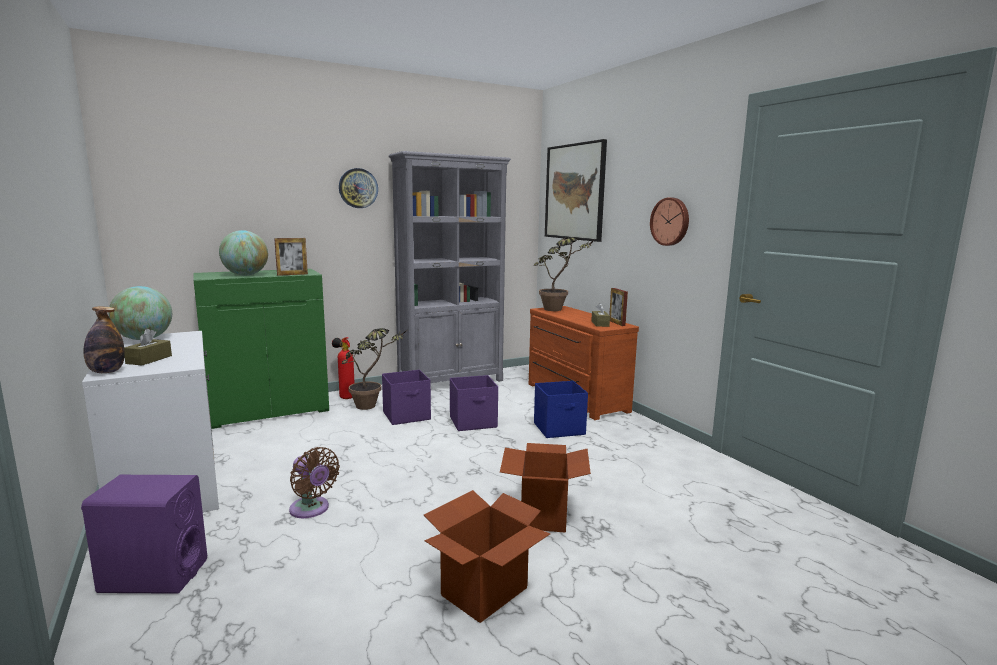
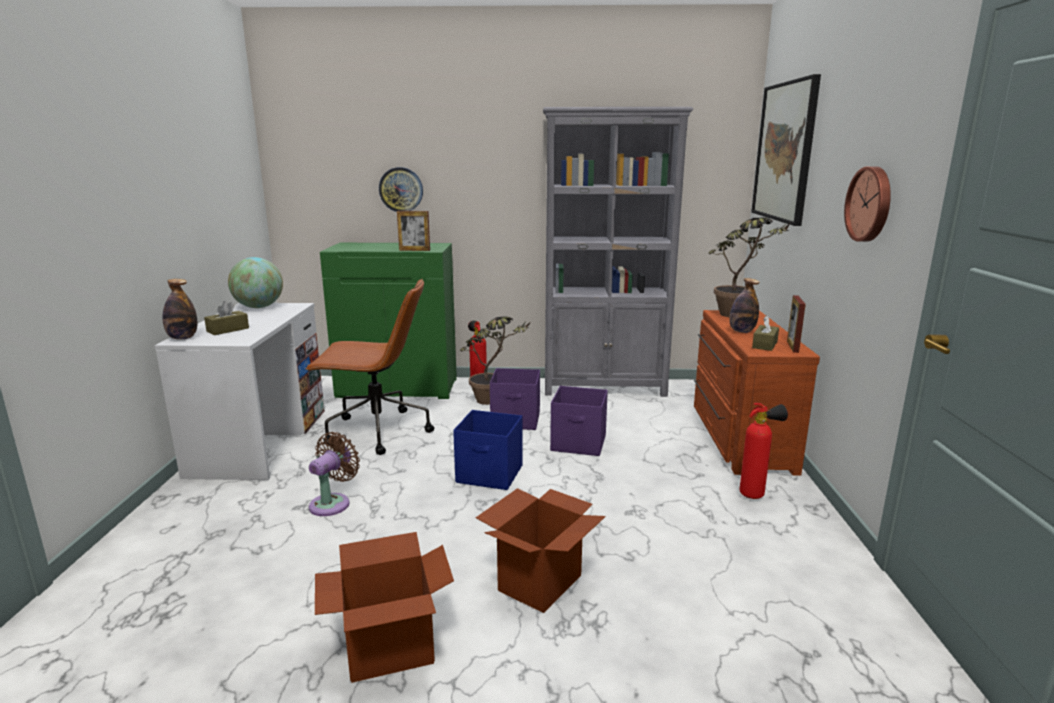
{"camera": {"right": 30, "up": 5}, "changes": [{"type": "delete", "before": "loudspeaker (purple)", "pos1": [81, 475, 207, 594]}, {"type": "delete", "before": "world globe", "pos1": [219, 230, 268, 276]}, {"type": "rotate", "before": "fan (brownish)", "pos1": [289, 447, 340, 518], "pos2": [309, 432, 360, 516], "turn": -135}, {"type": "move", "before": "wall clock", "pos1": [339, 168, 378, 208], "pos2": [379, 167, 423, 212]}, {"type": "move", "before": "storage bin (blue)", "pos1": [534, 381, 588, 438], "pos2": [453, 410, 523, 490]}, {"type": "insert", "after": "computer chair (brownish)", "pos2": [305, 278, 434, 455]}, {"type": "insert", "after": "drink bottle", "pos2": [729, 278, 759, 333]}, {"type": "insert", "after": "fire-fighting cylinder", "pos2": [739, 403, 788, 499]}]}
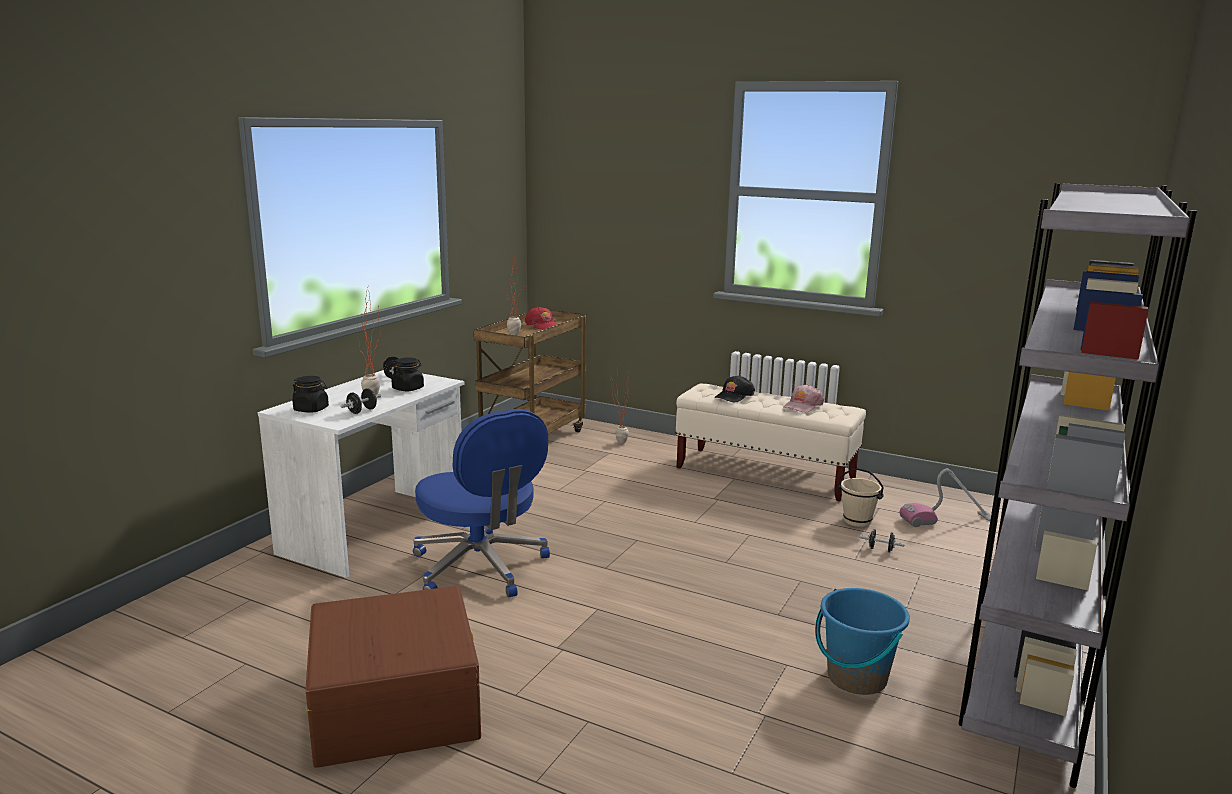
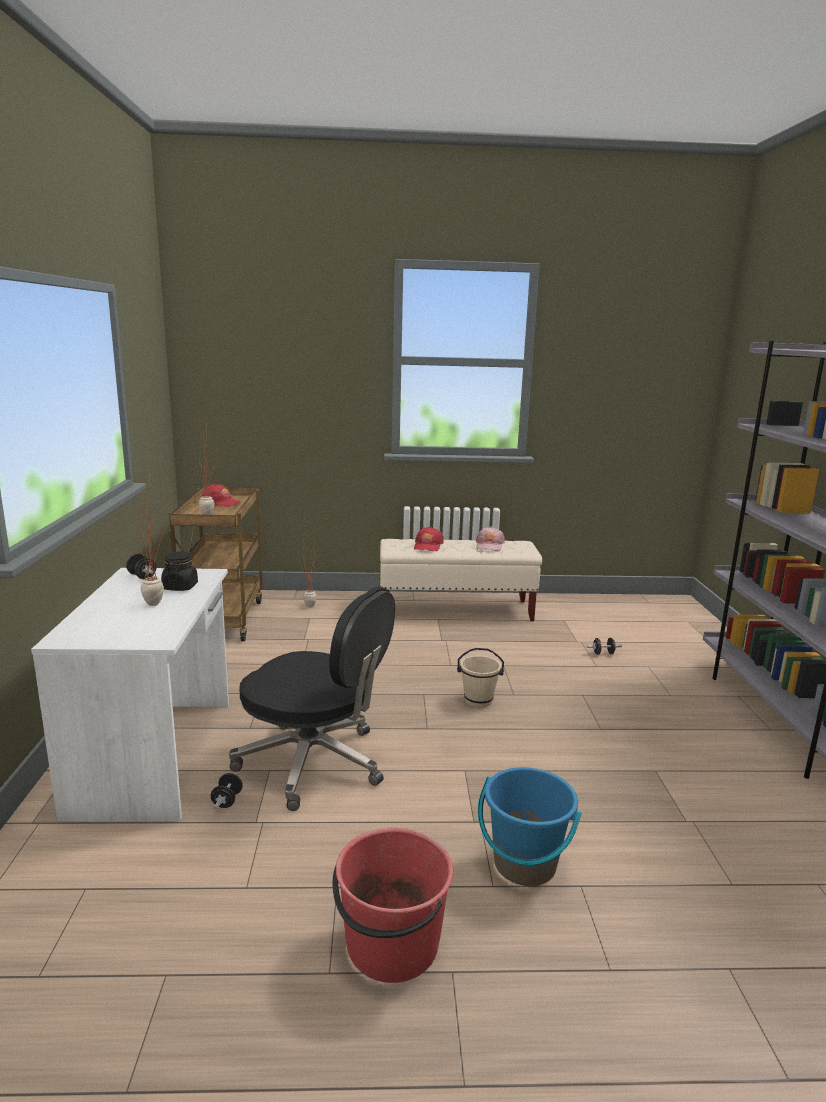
{"camera": {"right": -30, "up": 0}, "changes": [{"type": "delete", "before": "jar (black-coloured)", "pos1": [292, 376, 329, 413]}, {"type": "replace", "before": "storage bin (brownish)", "after": "bucket (red-coloured)", "pos1": [306, 586, 481, 768], "pos2": [332, 828, 453, 983]}, {"type": "move", "before": "hand weight (black-coloured)", "pos1": [341, 388, 381, 414], "pos2": [211, 773, 243, 809]}, {"type": "recolor", "before": "computer chair (blue)", "after": "computer chair (black-coloured)", "pos1": [413, 409, 550, 597], "pos2": [229, 587, 395, 811]}, {"type": "recolor", "before": "baseball cap (black-coloured)", "after": "baseball cap (red-coloured)", "pos1": [715, 375, 755, 402], "pos2": [414, 527, 444, 551]}, {"type": "move", "before": "bucket (blue)", "pos1": [815, 588, 910, 695], "pos2": [478, 767, 582, 886]}, {"type": "move", "before": "bucket (beige)", "pos1": [838, 468, 884, 527], "pos2": [457, 648, 504, 707]}, {"type": "delete", "before": "hoover", "pos1": [900, 469, 991, 527]}]}
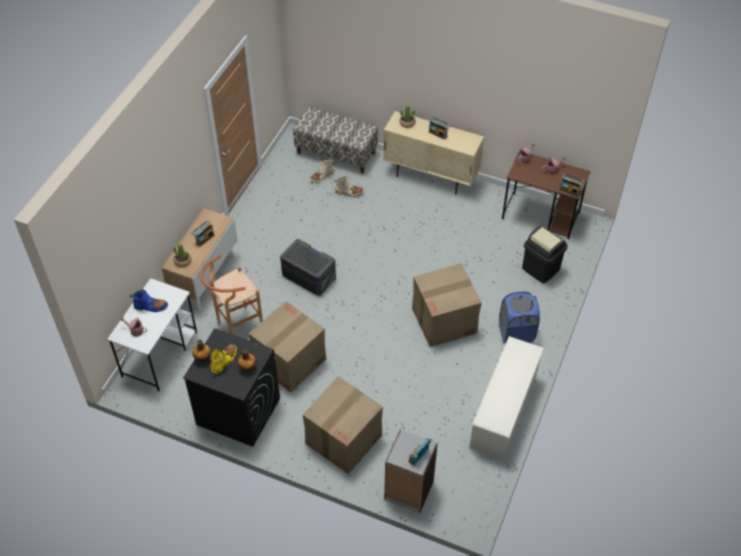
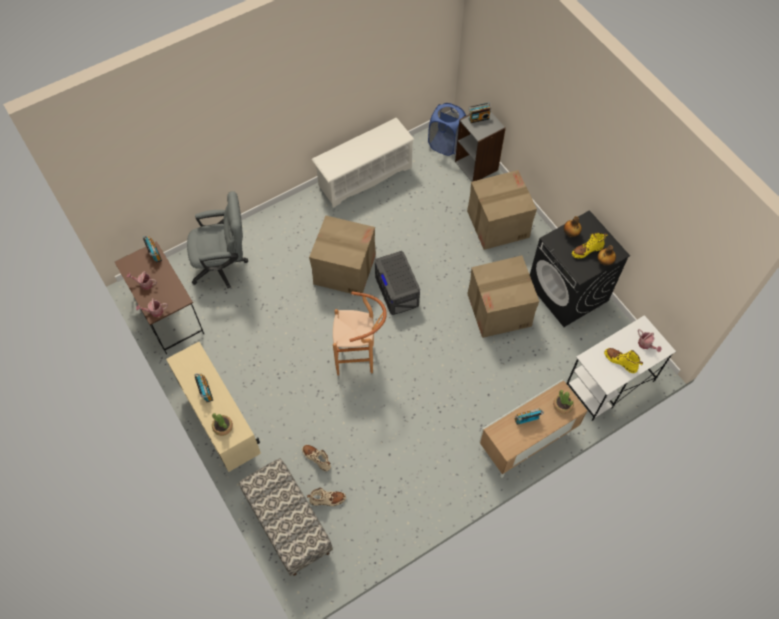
{"camera": {"right": -145, "up": 10}, "changes": [{"type": "recolor", "before": "tall boot (blue)", "after": "tall boot (yellowish)", "pos1": [130, 289, 168, 312], "pos2": [604, 348, 643, 373]}, {"type": "move", "before": "sitting stool (brownish)", "pos1": [200, 255, 263, 335], "pos2": [333, 292, 387, 376]}, {"type": "move", "before": "storage bin (greyish)", "pos1": [280, 239, 336, 296], "pos2": [375, 251, 420, 315]}, {"type": "move", "before": "laundry basket (blue)", "pos1": [499, 291, 540, 343], "pos2": [428, 103, 466, 156]}, {"type": "replace", "before": "trash can (black-coloured)", "after": "computer chair (greyish)", "pos1": [522, 226, 568, 284], "pos2": [187, 191, 248, 288]}]}
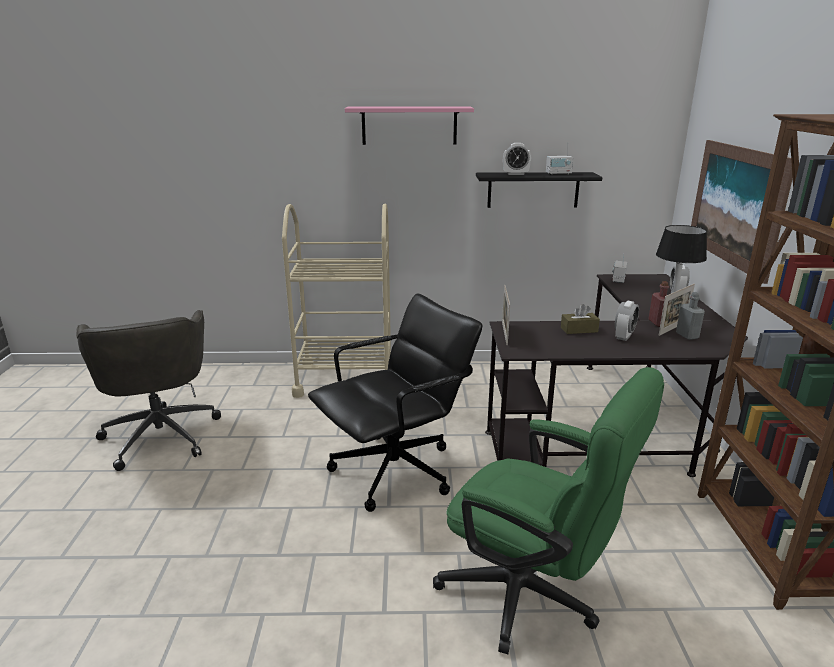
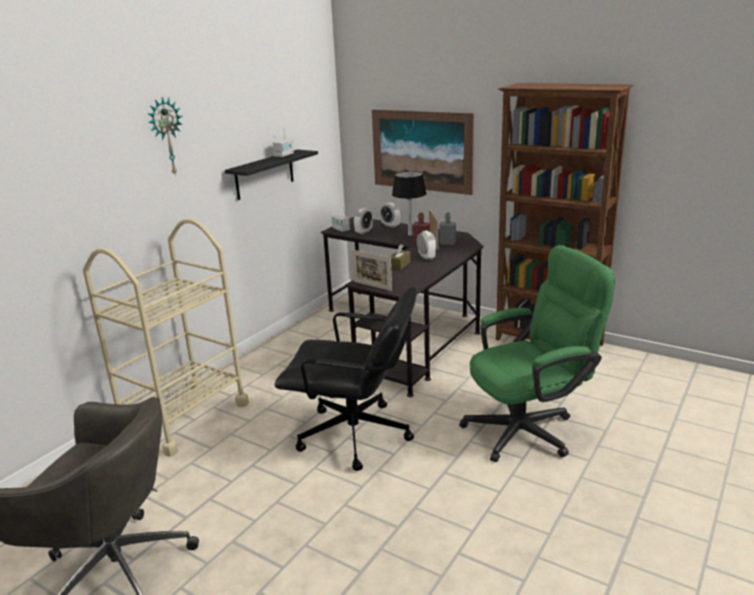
{"camera": {"right": -55, "up": 0}, "changes": [{"type": "rotate", "before": "computer chair (black-coloured)", "pos1": [308, 293, 482, 512], "pos2": [275, 286, 417, 471], "turn": 105}, {"type": "replace", "before": "wall shelf (pinkish)", "after": "wall clock", "pos1": [345, 106, 474, 145], "pos2": [147, 97, 183, 174]}, {"type": "move", "before": "bedside clock", "pos1": [503, 143, 531, 175], "pos2": [354, 208, 373, 235]}]}
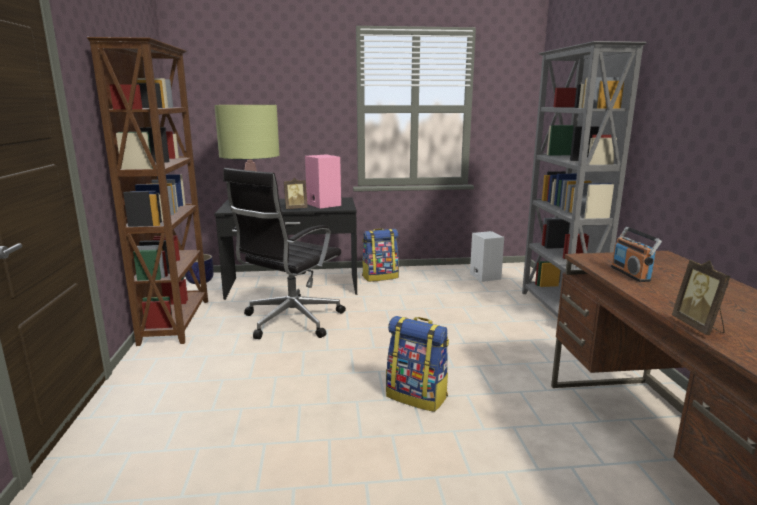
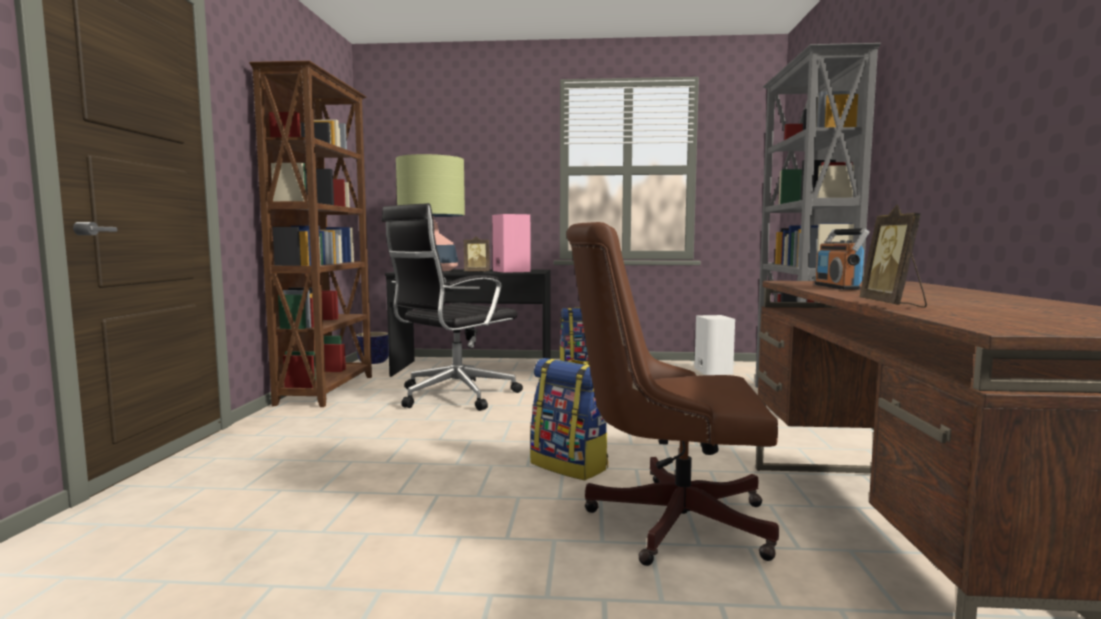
{"camera": {"right": 10, "up": -10}, "changes": [{"type": "insert", "after": "computer chair (brownish)", "pos2": [566, 222, 779, 566]}]}
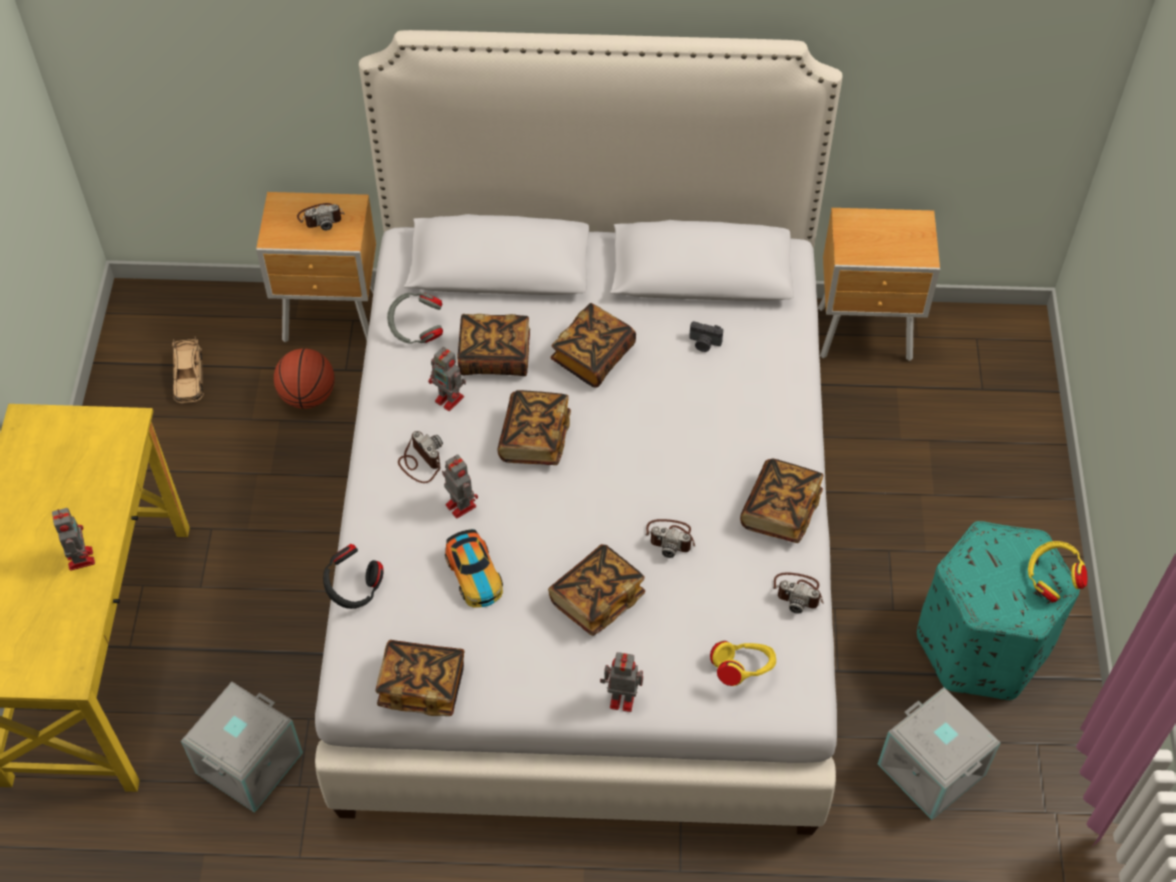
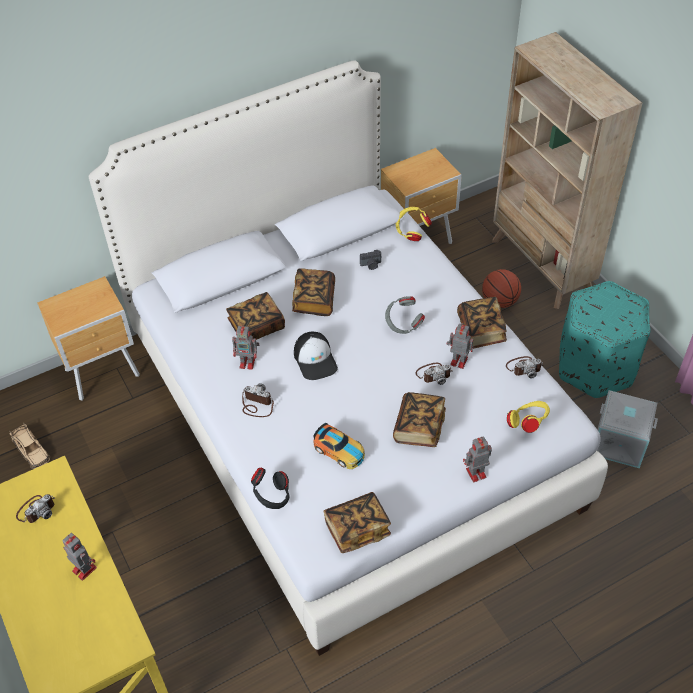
{"camera": {"right": -30, "up": -5}, "changes": [{"type": "delete", "before": "storage bin (greyish)", "pos1": [181, 682, 303, 813]}, {"type": "move", "before": "basketball ball", "pos1": [274, 348, 334, 409], "pos2": [482, 269, 521, 308]}, {"type": "move", "before": "photo camera", "pos1": [297, 203, 345, 231], "pos2": [16, 494, 55, 523]}, {"type": "move", "before": "pair of headphones (greyish)", "pos1": [387, 293, 443, 344], "pos2": [385, 296, 425, 334]}, {"type": "move", "before": "toy robot", "pos1": [442, 455, 478, 519], "pos2": [447, 323, 474, 369]}, {"type": "replace", "before": "volume", "after": "baseball cap", "pos1": [498, 390, 571, 465], "pos2": [294, 332, 338, 380]}, {"type": "move", "before": "pair of headphones (yellowish)", "pos1": [1028, 541, 1088, 603], "pos2": [396, 207, 432, 241]}, {"type": "insert", "after": "shelving unit (beige)", "pos2": [492, 32, 642, 309]}]}
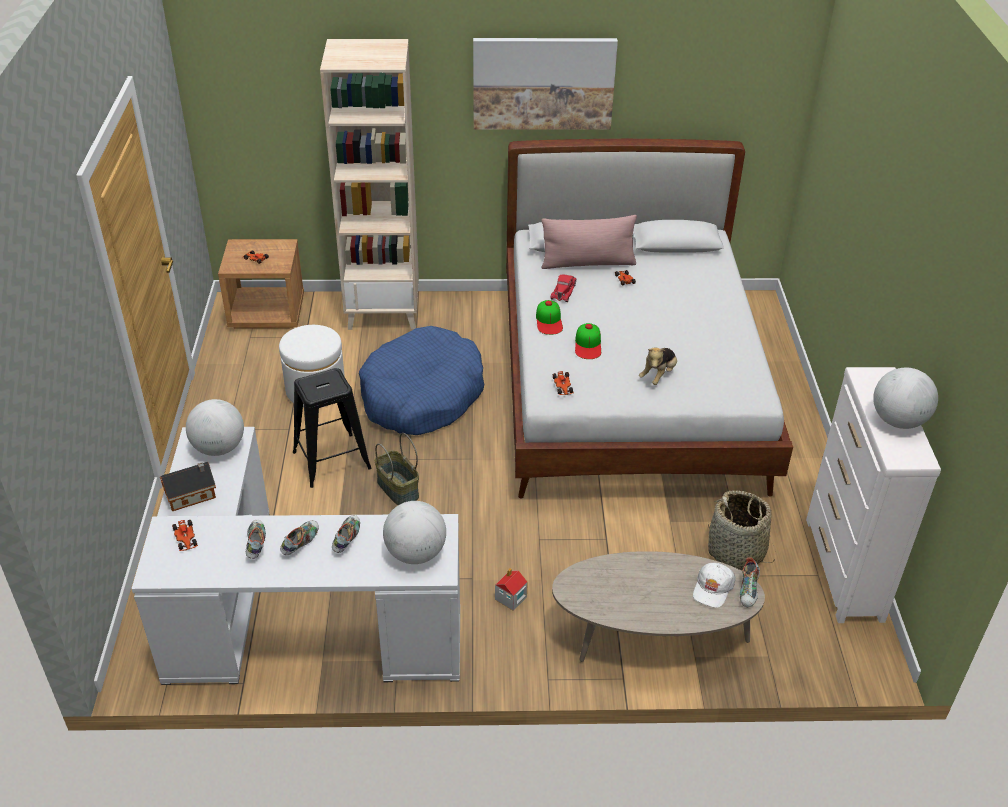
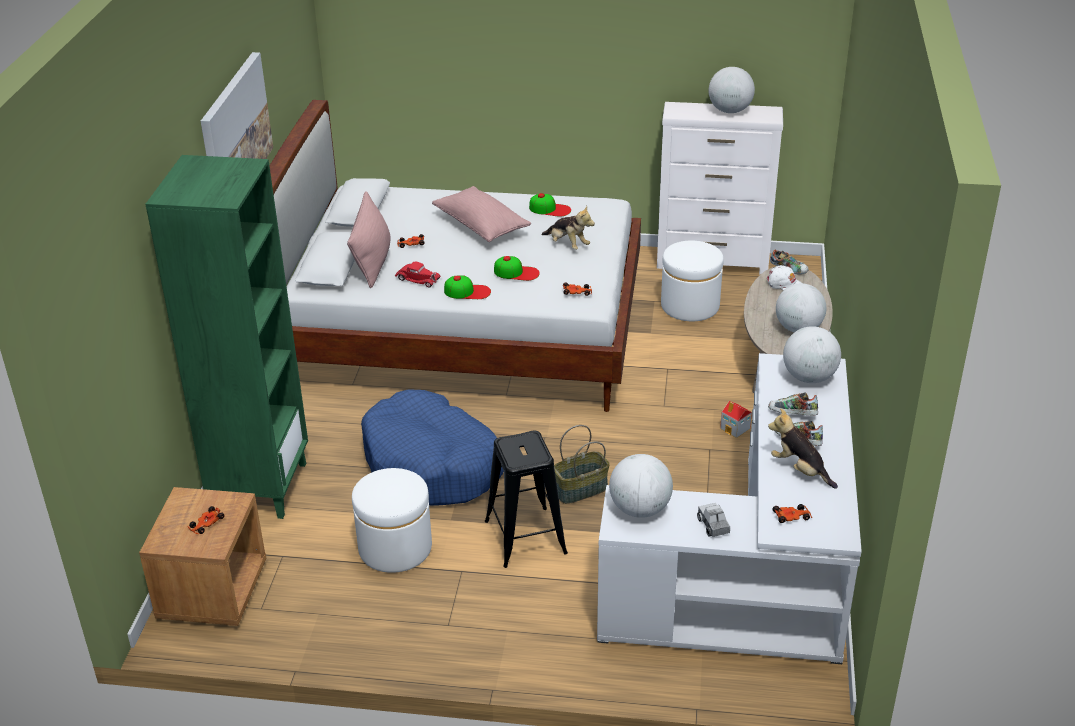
{"camera": {"right": -80, "up": -5}, "changes": [{"type": "replace", "before": "miniature house", "after": "model truck", "pos1": [160, 462, 216, 511], "pos2": [697, 503, 730, 537]}, {"type": "replace", "before": "low shoe", "after": "soft toy", "pos1": [246, 520, 266, 559], "pos2": [768, 408, 838, 489]}, {"type": "recolor", "before": "shelving unit (beige)", "after": "shelving unit (green-coloured)", "pos1": [320, 39, 419, 330], "pos2": [145, 155, 308, 519]}, {"type": "replace", "before": "household basket", "after": "ottoman (whitish)", "pos1": [708, 490, 775, 570], "pos2": [661, 241, 724, 321]}, {"type": "insert", "after": "throw pillow (pinkish)", "pos2": [432, 186, 531, 242]}, {"type": "insert", "after": "baseball cap", "pos2": [529, 193, 571, 217]}, {"type": "insert", "after": "world globe", "pos2": [776, 283, 826, 332]}]}
